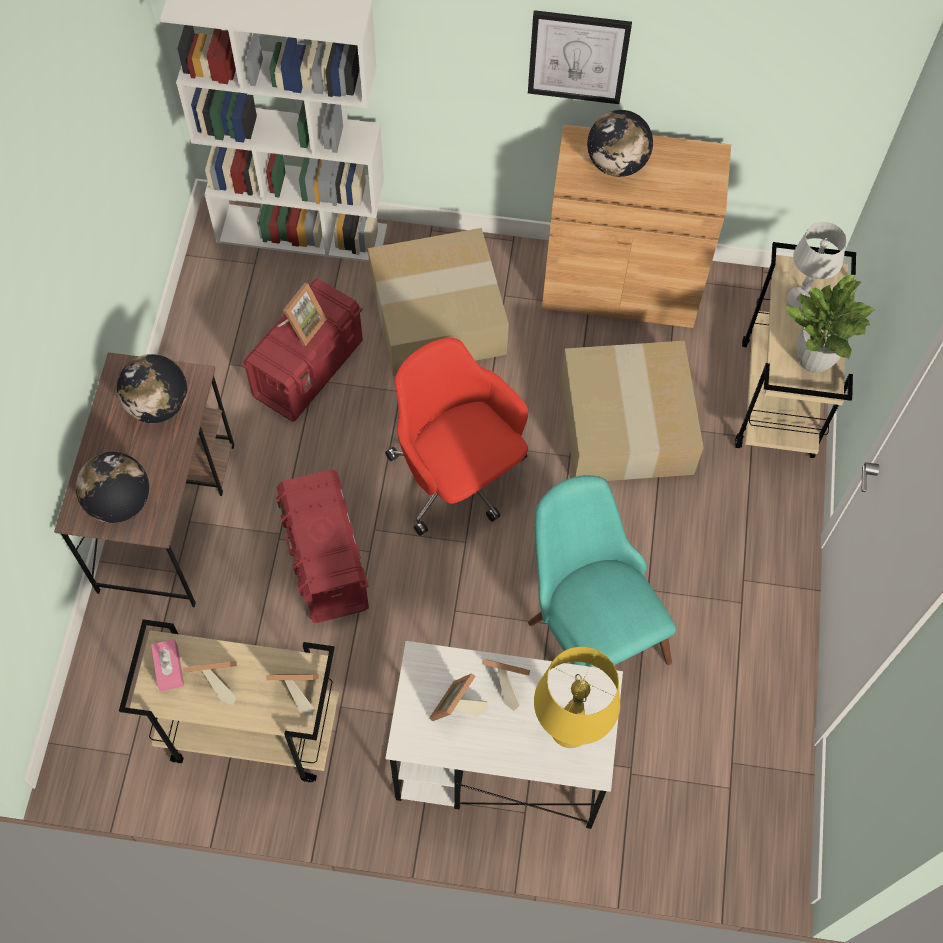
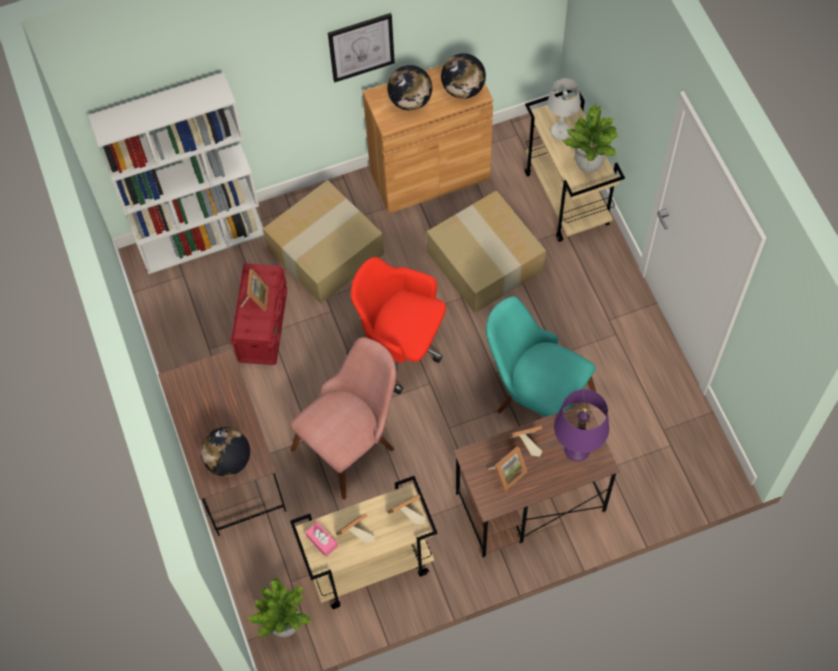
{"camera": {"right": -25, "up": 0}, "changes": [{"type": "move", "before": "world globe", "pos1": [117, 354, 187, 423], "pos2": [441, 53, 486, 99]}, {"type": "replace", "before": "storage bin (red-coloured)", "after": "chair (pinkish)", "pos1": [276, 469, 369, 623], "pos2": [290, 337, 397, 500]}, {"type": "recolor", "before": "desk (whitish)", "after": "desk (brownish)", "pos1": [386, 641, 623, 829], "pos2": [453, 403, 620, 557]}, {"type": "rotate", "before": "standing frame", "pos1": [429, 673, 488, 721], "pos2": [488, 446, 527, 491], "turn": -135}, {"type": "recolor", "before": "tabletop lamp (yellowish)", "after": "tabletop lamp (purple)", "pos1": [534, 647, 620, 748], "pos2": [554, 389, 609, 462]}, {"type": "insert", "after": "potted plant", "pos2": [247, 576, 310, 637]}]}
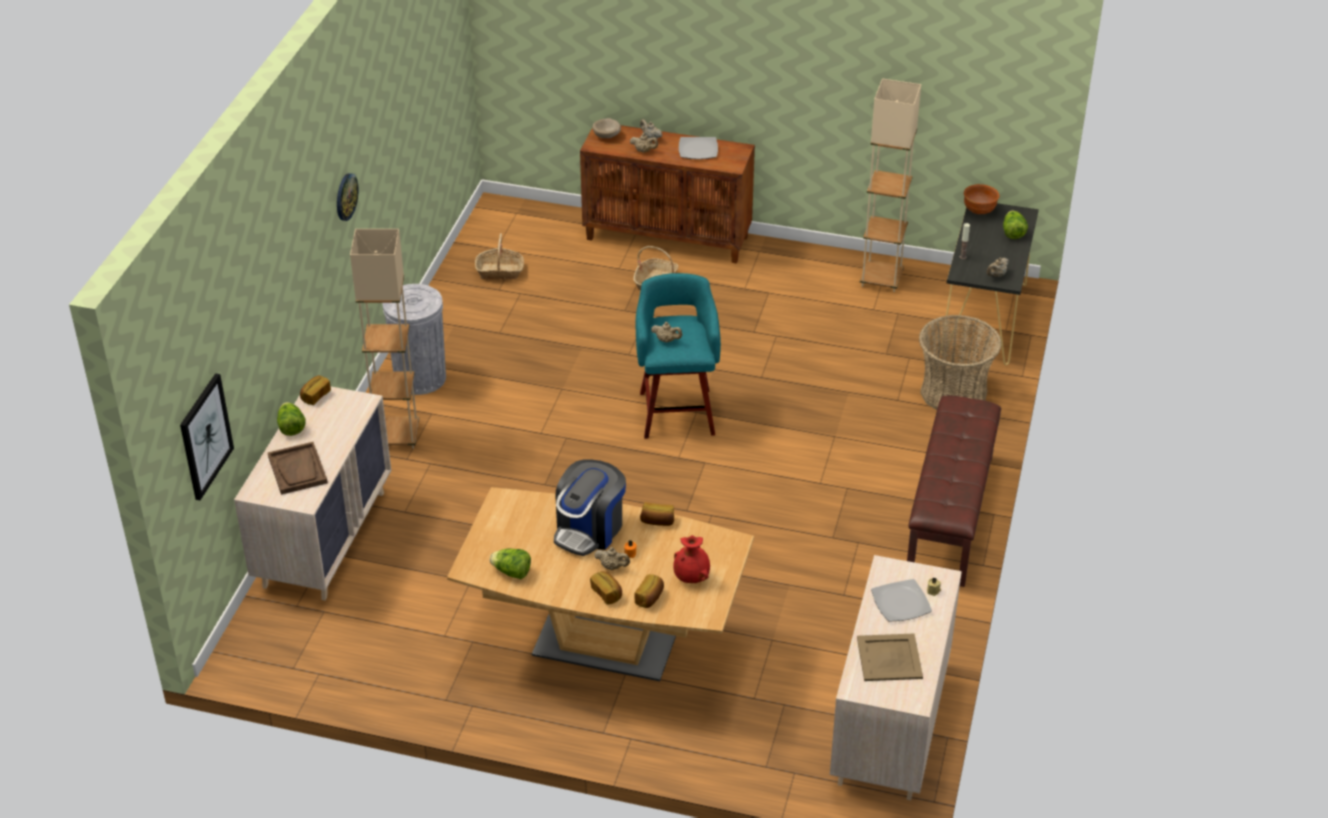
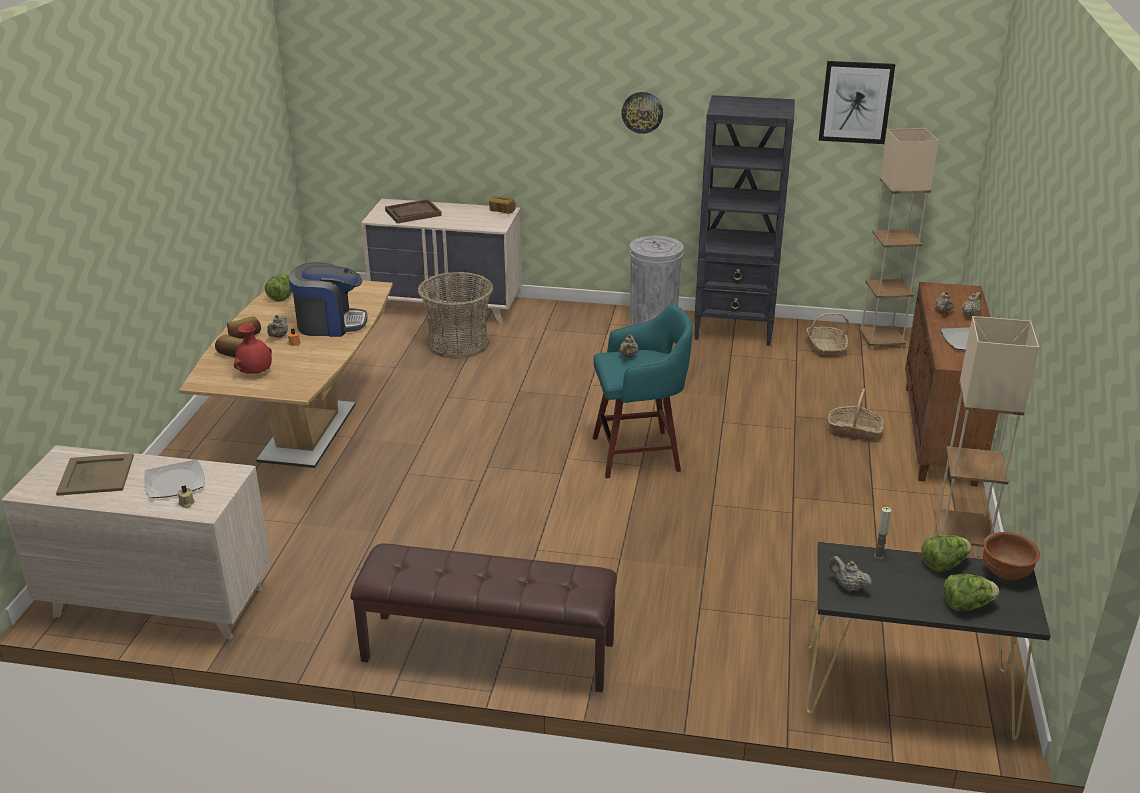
{"camera": {"right": 85, "up": -10}, "changes": [{"type": "move", "before": "wall picture", "pos1": [180, 373, 234, 500], "pos2": [819, 61, 895, 144]}, {"type": "move", "before": "head of lettuce", "pos1": [277, 402, 306, 436], "pos2": [921, 535, 971, 572]}, {"type": "move", "before": "standing lamp (beige)", "pos1": [350, 229, 419, 449], "pos2": [859, 128, 939, 350]}, {"type": "rotate", "before": "coffee machine", "pos1": [554, 459, 626, 556], "pos2": [289, 262, 367, 337], "turn": 150}, {"type": "delete", "before": "serving bowl (beige)", "pos1": [592, 118, 621, 138]}, {"type": "delete", "before": "bread", "pos1": [640, 502, 674, 526]}, {"type": "move", "before": "household basket", "pos1": [919, 315, 1002, 410], "pos2": [418, 272, 493, 359]}, {"type": "insert", "after": "shelving unit (black-coloured)", "pos2": [694, 95, 795, 346]}]}
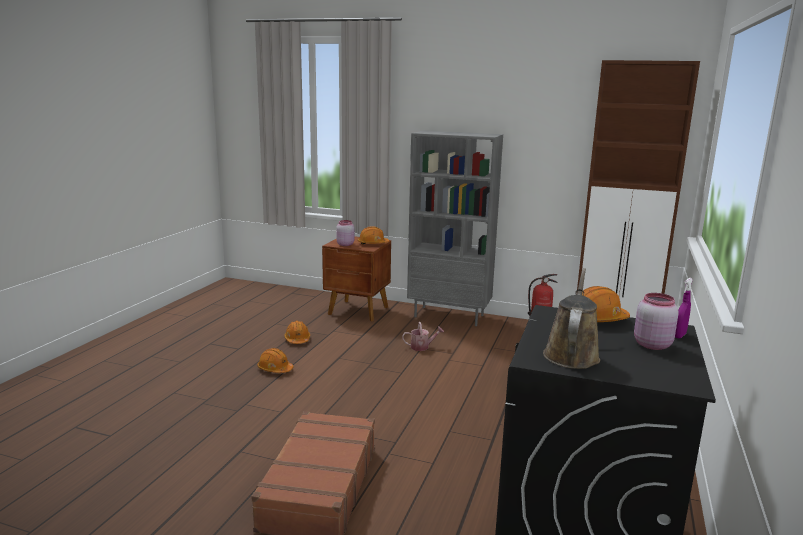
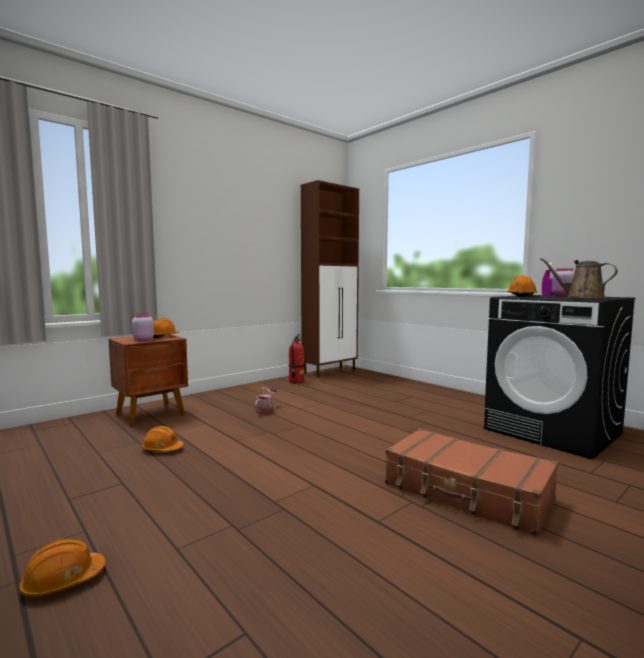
{"camera": {"right": -60, "up": -10}, "changes": [{"type": "move", "before": "hard hat (orangey)", "pos1": [257, 348, 293, 373], "pos2": [19, 538, 106, 597]}, {"type": "delete", "before": "shelving unit (greyish)", "pos1": [407, 131, 503, 326]}]}
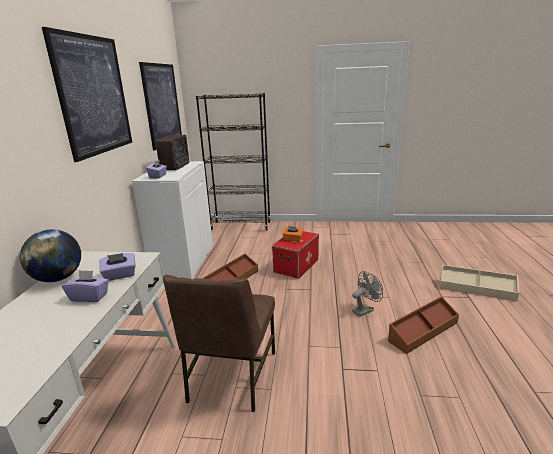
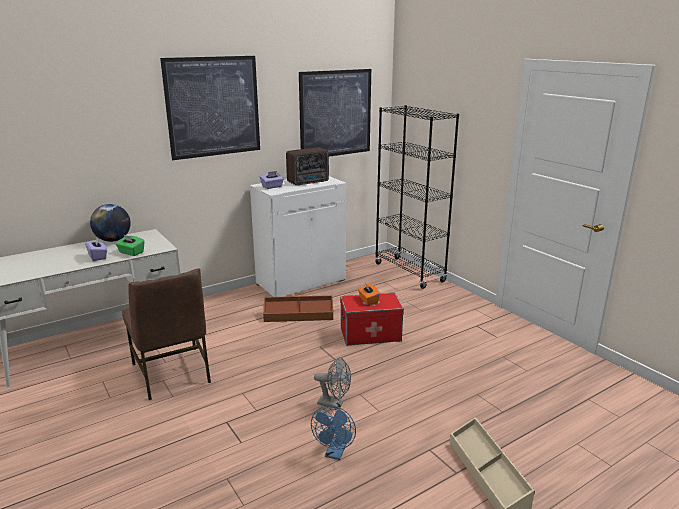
{"camera": {"right": 50, "up": 0}, "changes": [{"type": "recolor", "before": "tissue box (purple)", "after": "tissue box (green-coloured)", "pos1": [99, 253, 136, 281], "pos2": [116, 234, 145, 256]}, {"type": "rotate", "before": "chair (brownish)", "pos1": [163, 275, 275, 412], "pos2": [122, 269, 211, 400], "turn": -90}, {"type": "replace", "before": "storage bin (brownish)", "after": "fan (blue)", "pos1": [388, 296, 459, 354], "pos2": [311, 406, 356, 460]}]}
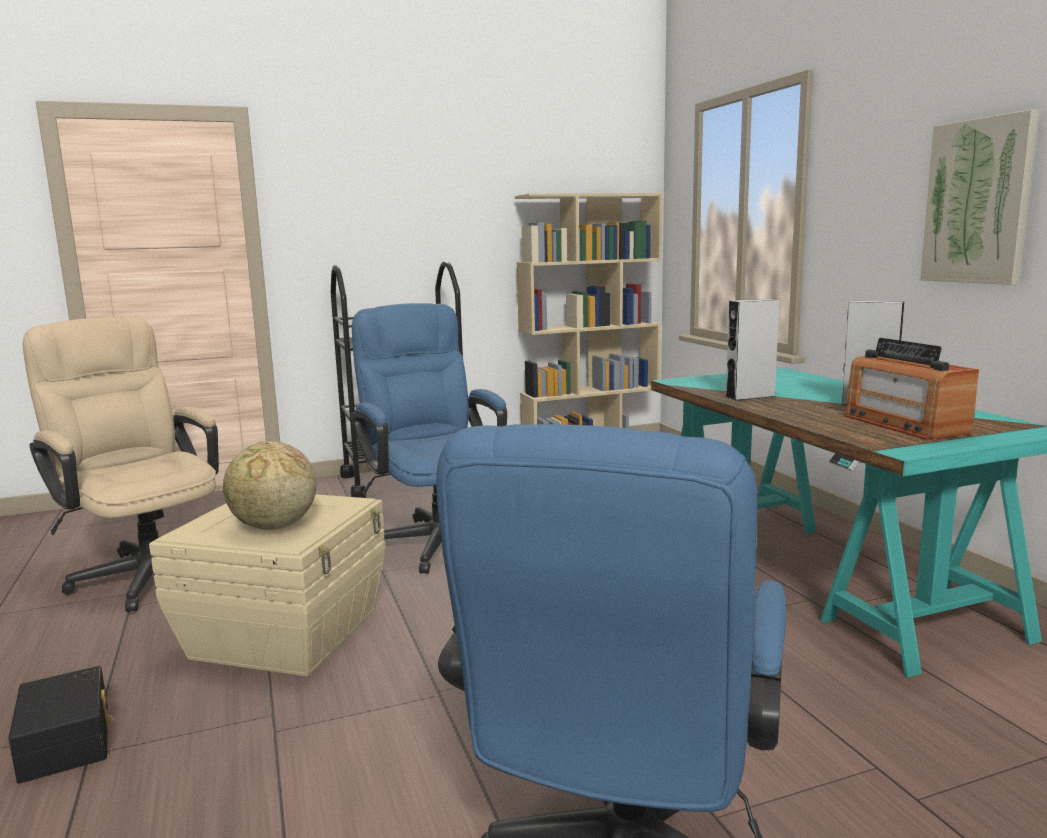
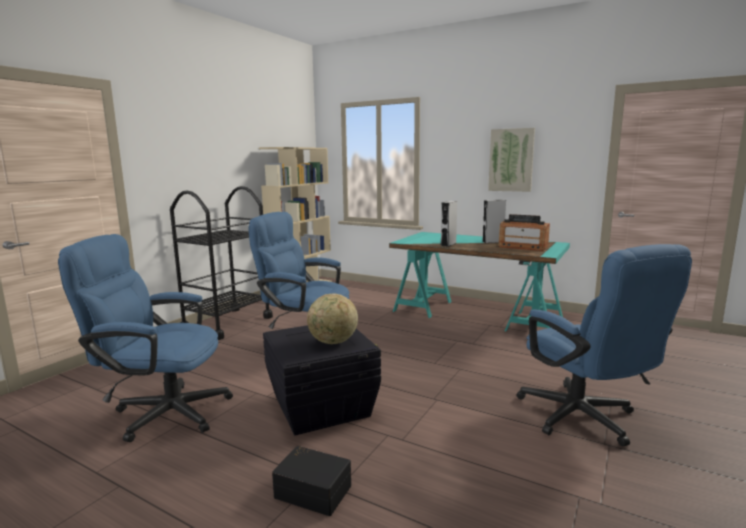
{"camera": {"right": -40, "up": 0}, "changes": [{"type": "recolor", "before": "computer chair (beige)", "after": "computer chair (blue)", "pos1": [23, 317, 219, 612], "pos2": [58, 234, 233, 442]}, {"type": "recolor", "before": "storage bin (beige)", "after": "storage bin (black-coloured)", "pos1": [149, 494, 385, 676], "pos2": [263, 325, 381, 435]}]}
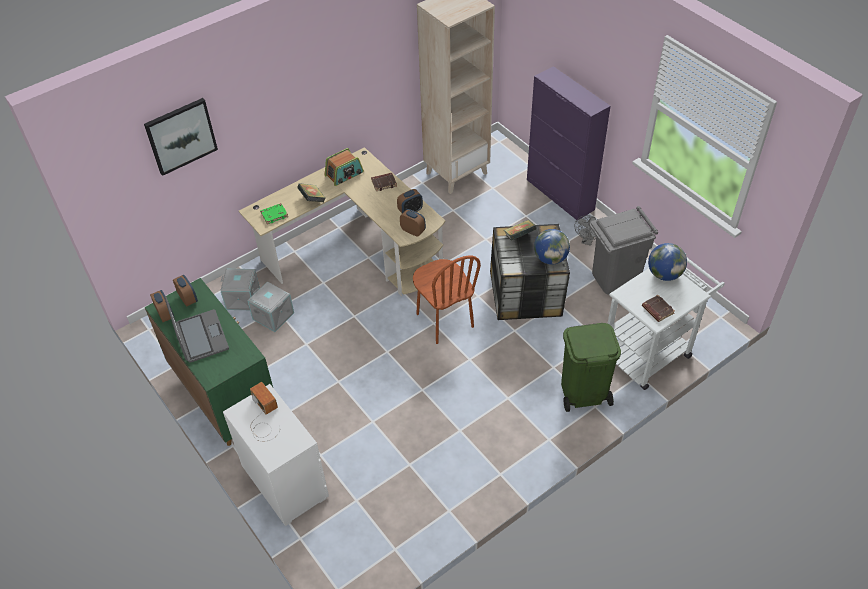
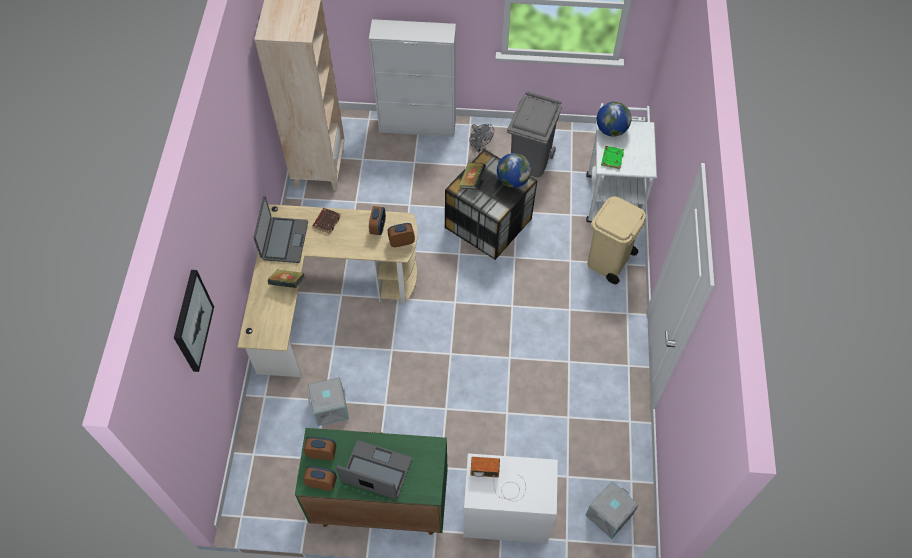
{"camera": {"right": -50, "up": 10}, "changes": [{"type": "move", "before": "storage bin (greyish)", "pos1": [220, 269, 260, 310], "pos2": [585, 481, 639, 539]}, {"type": "move", "before": "volume (green-coloured)", "pos1": [260, 203, 288, 224], "pos2": [601, 146, 624, 169]}, {"type": "replace", "before": "radio", "after": "laptop", "pos1": [325, 148, 364, 186], "pos2": [254, 196, 308, 263]}, {"type": "delete", "before": "chair (brownish)", "pos1": [413, 256, 481, 344]}, {"type": "recolor", "before": "cabinet (purple)", "after": "cabinet (whitish)", "pos1": [527, 66, 611, 221], "pos2": [369, 19, 456, 137]}, {"type": "recolor", "before": "trash can (green-coloured)", "after": "trash can (beige)", "pos1": [561, 323, 621, 412], "pos2": [588, 197, 646, 284]}, {"type": "delete", "before": "volume (brownish)", "pos1": [642, 295, 675, 322]}]}
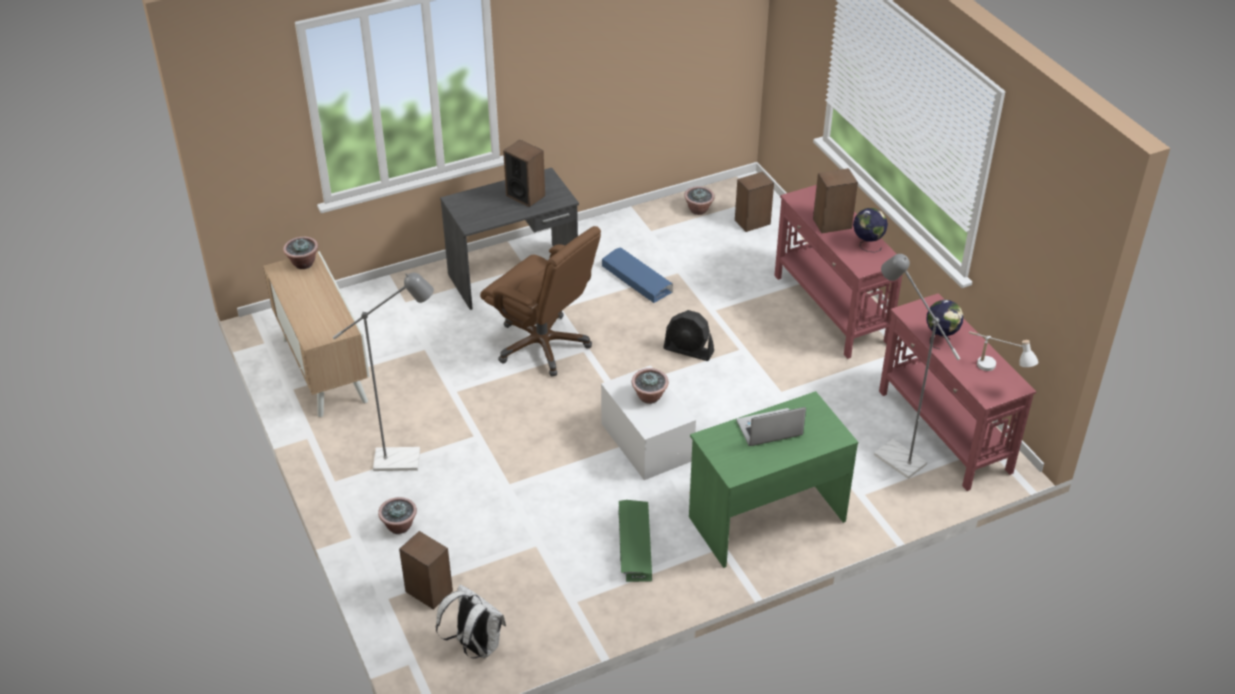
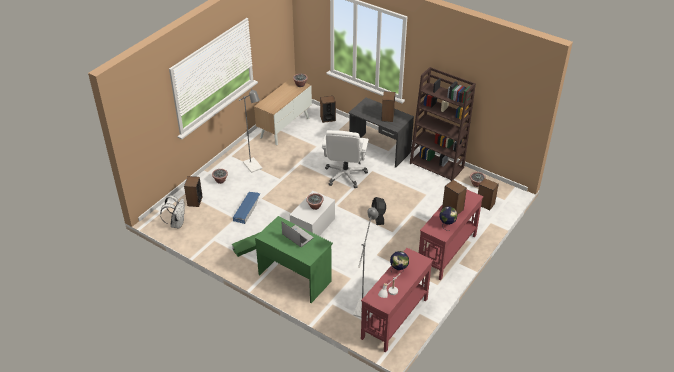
{"camera": {"right": 60, "up": 0}, "changes": [{"type": "recolor", "before": "computer chair (brownish)", "after": "computer chair (whitish)", "pos1": [480, 226, 601, 376], "pos2": [322, 130, 369, 188]}, {"type": "move", "before": "storage bin (blue)", "pos1": [602, 247, 673, 303], "pos2": [233, 192, 260, 224]}, {"type": "insert", "after": "loudspeaker", "pos2": [320, 96, 336, 123]}, {"type": "insert", "after": "shelving unit (brownish)", "pos2": [410, 67, 476, 181]}]}
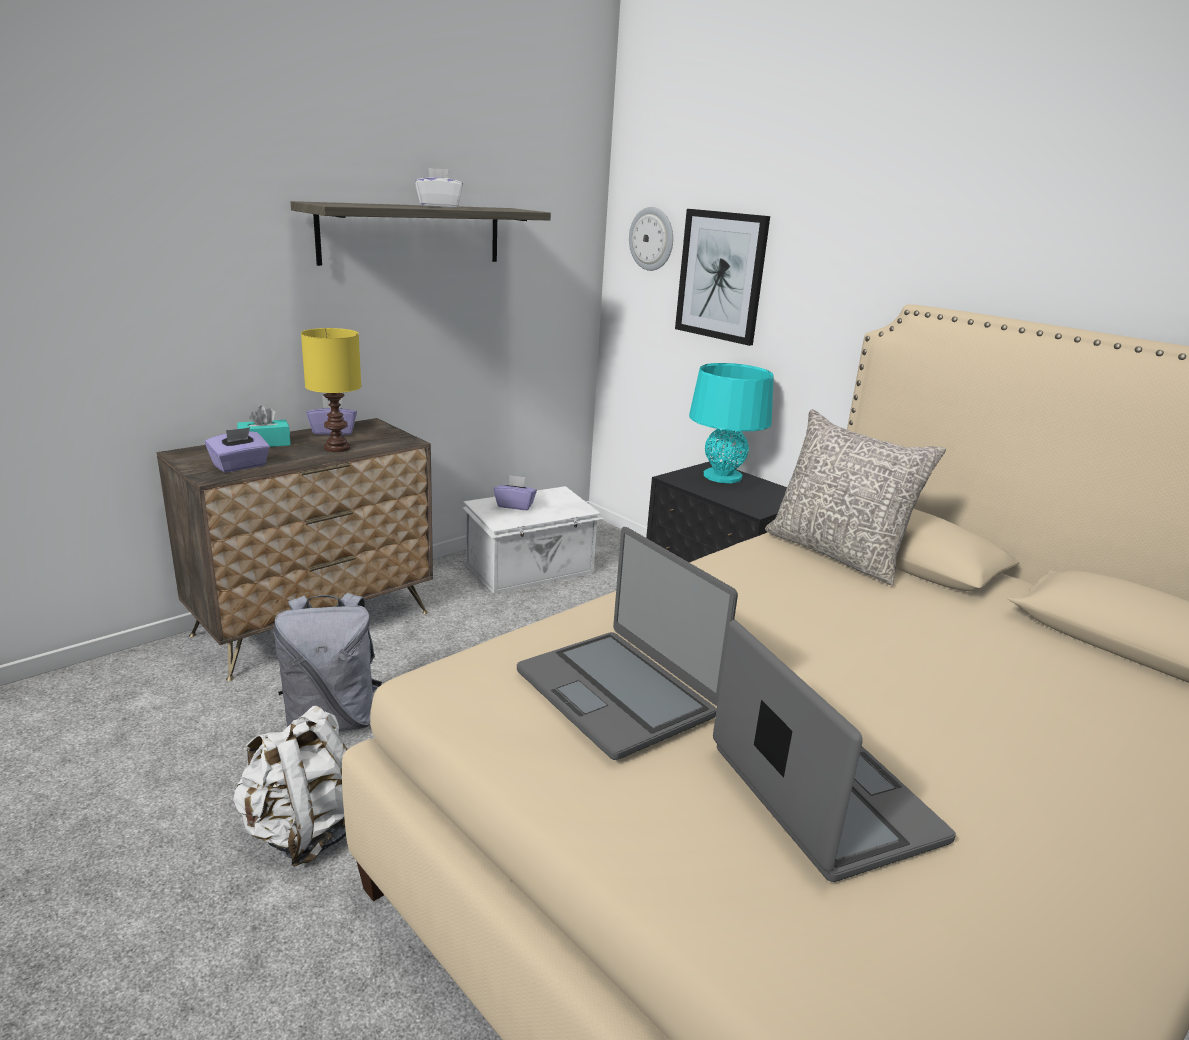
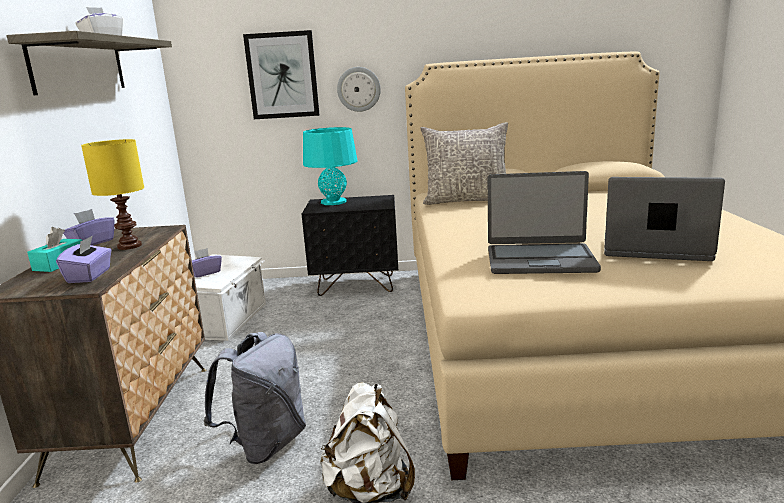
{"camera": {"right": -45, "up": -5}, "changes": [{"type": "move", "before": "wall clock", "pos1": [629, 207, 673, 271], "pos2": [337, 67, 381, 112]}]}
